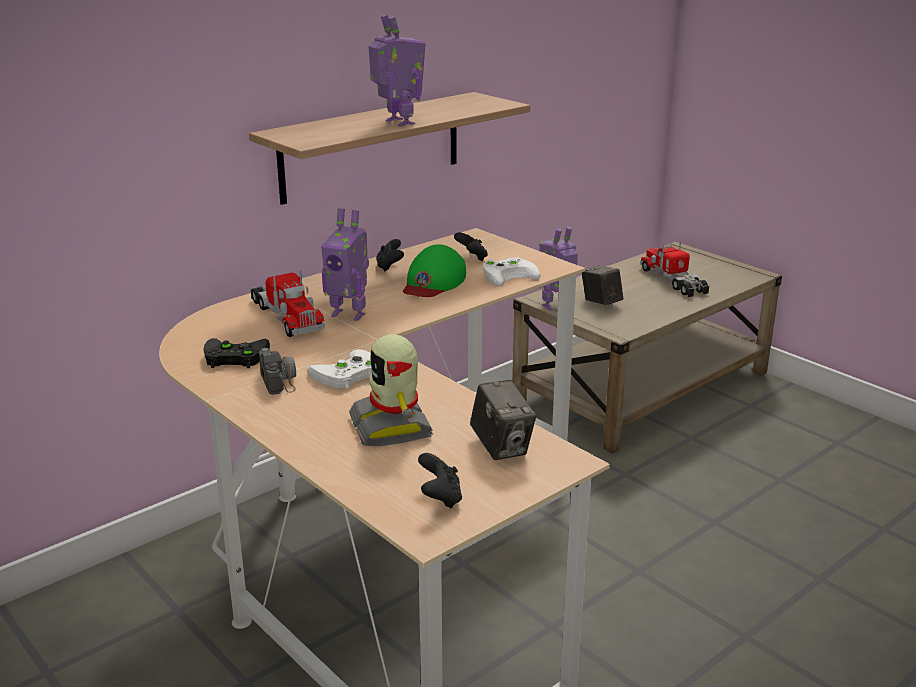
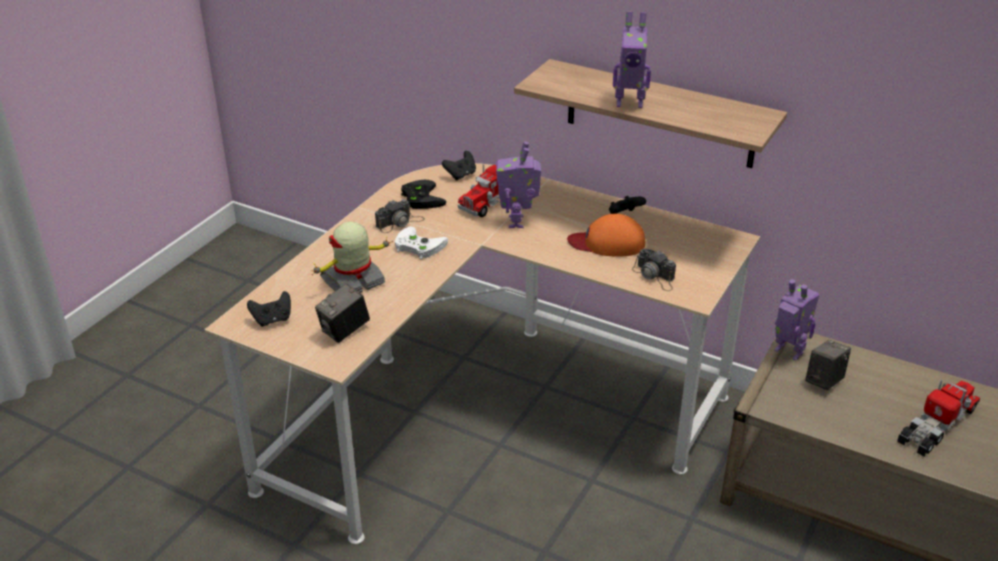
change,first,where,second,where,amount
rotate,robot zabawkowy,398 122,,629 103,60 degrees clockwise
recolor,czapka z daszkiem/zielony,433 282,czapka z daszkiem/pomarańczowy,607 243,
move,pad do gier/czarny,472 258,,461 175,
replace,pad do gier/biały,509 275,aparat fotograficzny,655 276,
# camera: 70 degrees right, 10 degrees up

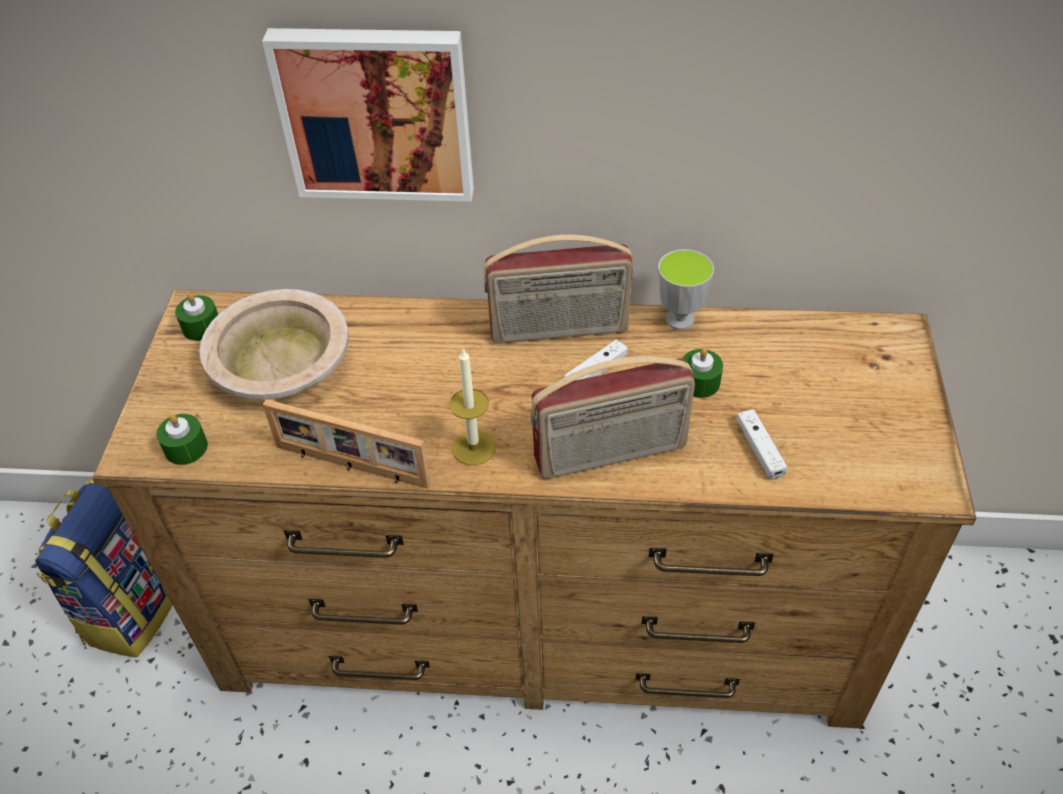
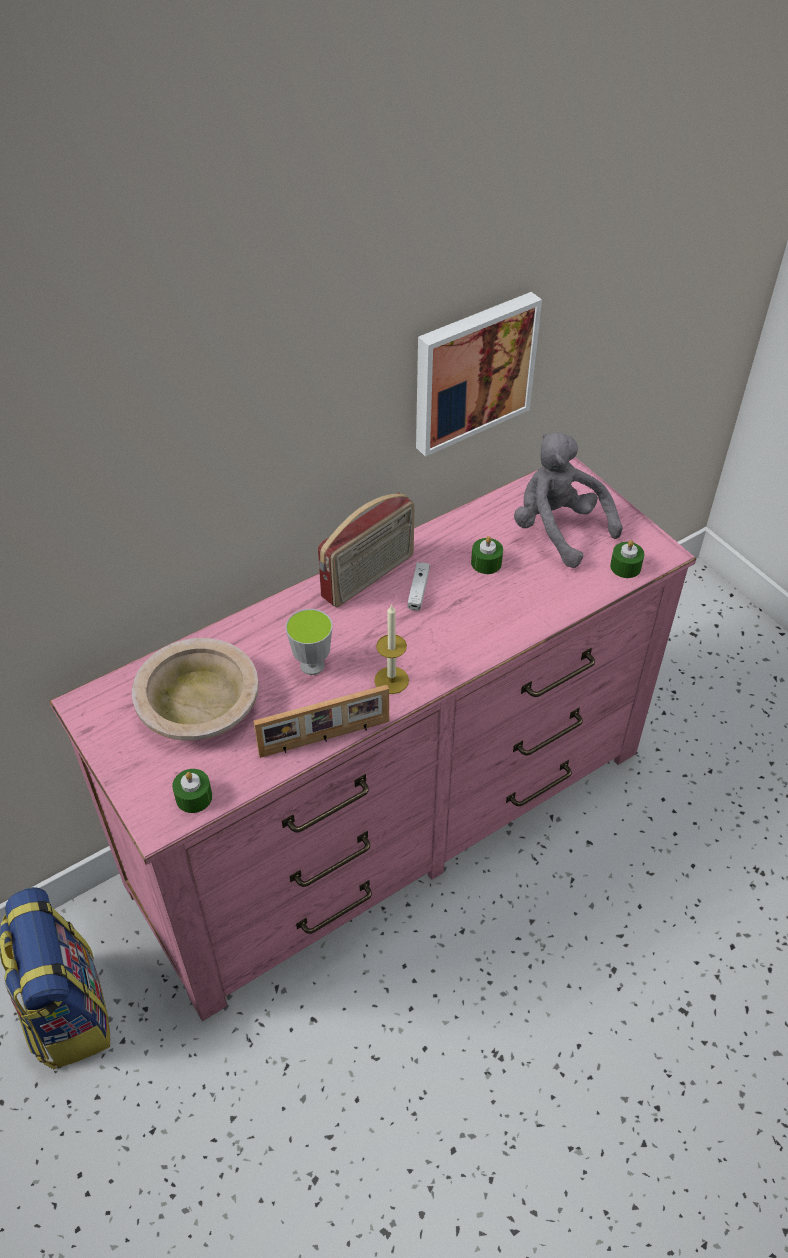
change,first,where,second,where,amount
recolor,komoda/brązowy,541 619,komoda/różowy,391 816,
move,świeca/zielony,201 327,,625 567,
move,obraz,376 112,,472 371,
delete,radio,611 454,,,
move,filiżanka,680 319,,312 665,
delete,pad do gier/biały,759 449,,,
insert,,,pluszak/szary,558 529,
# camera: 40 degrees left, 0 degrees up

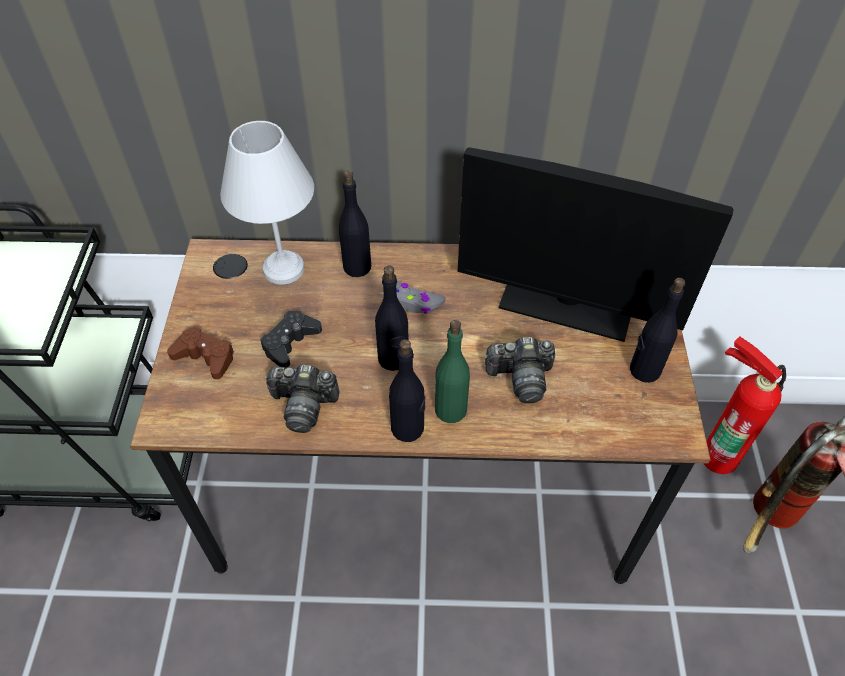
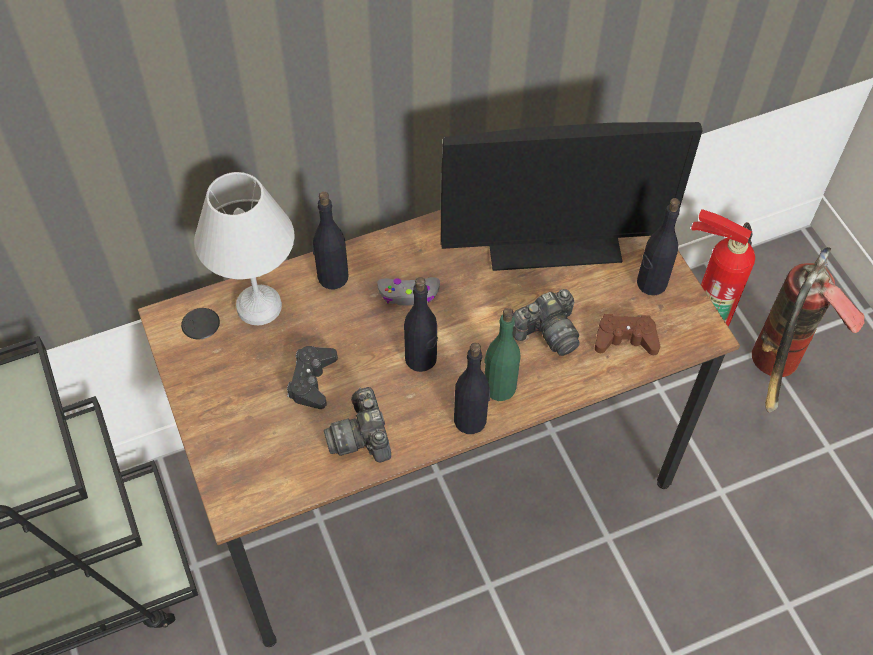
change,first,where,second,where,amount
move,pad do gier/brązowy,205 357,,625 339,
rotate,aparat fotograficzny,304 405,,361 436,90 degrees clockwise
# camera: 25 degrees left, 5 degrees up

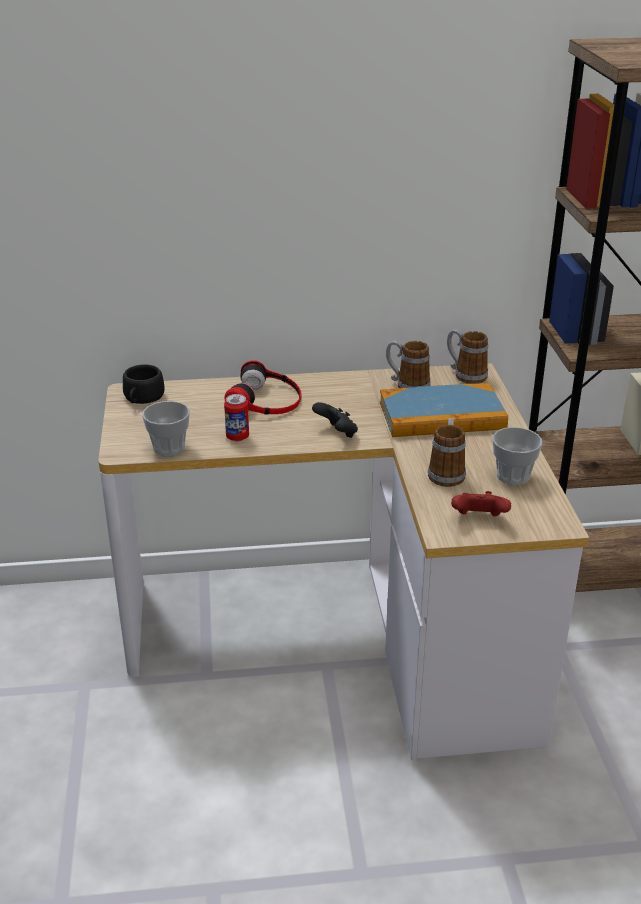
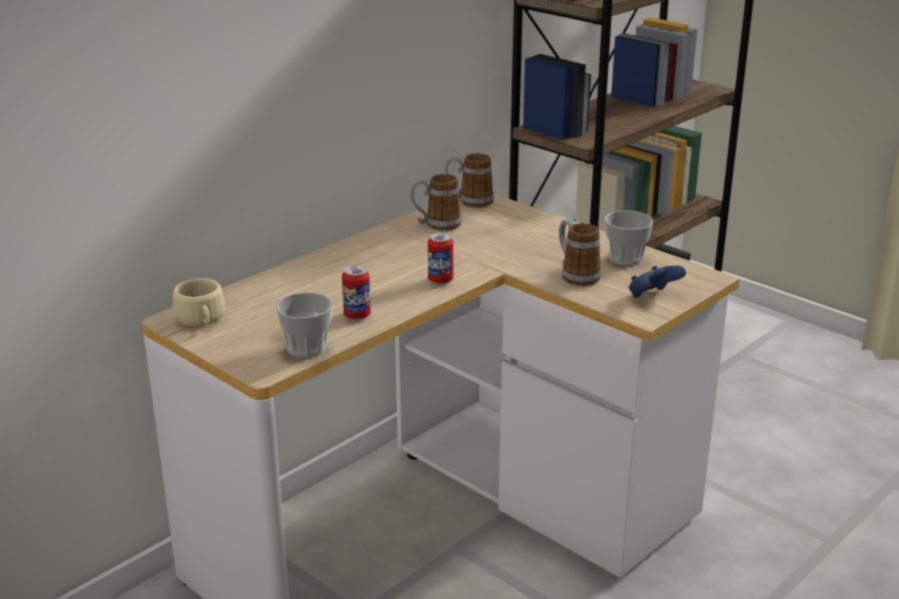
change,first,where,second,where,amount
recolor,filiżanka/czarny,142 398,filiżanka/beżowy,201 320,
delete,słuchawki,266 400,,,
replace,pad do gier/czarny,337 433,puszka,440 280,
delete,książka,441 416,,,
recolor,pad do gier/czerwony,478 519,pad do gier/niebieski,652 296,
# camera: 40 degrees left, 5 degrees down

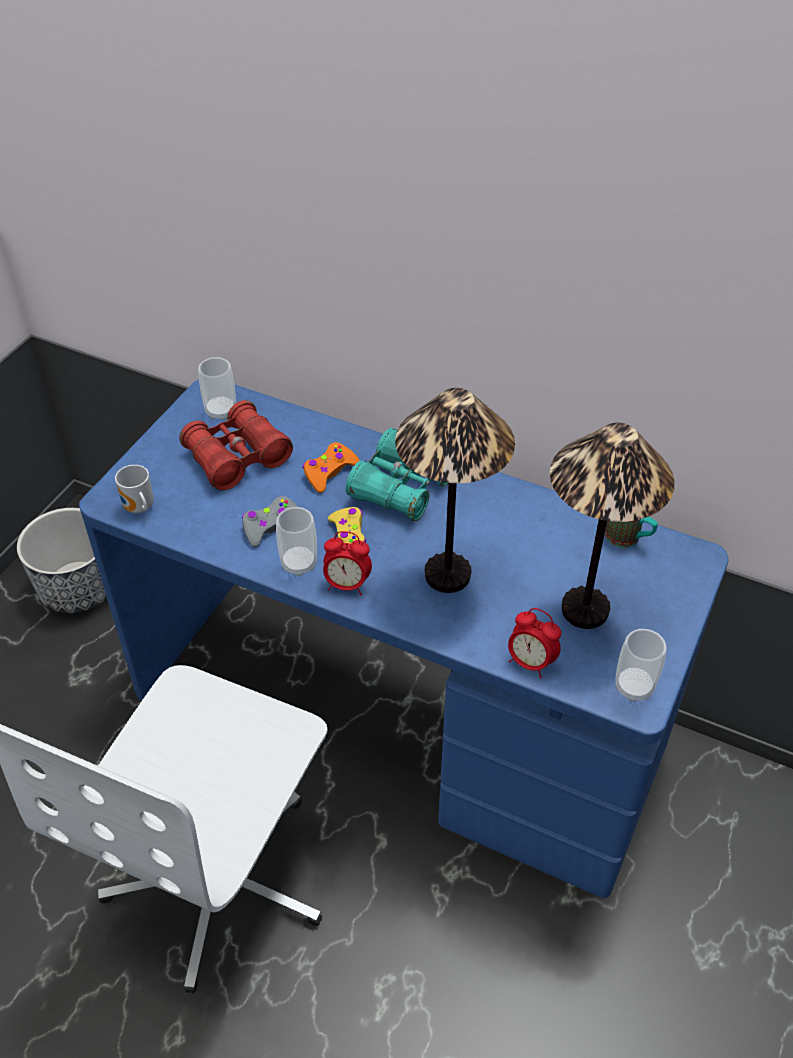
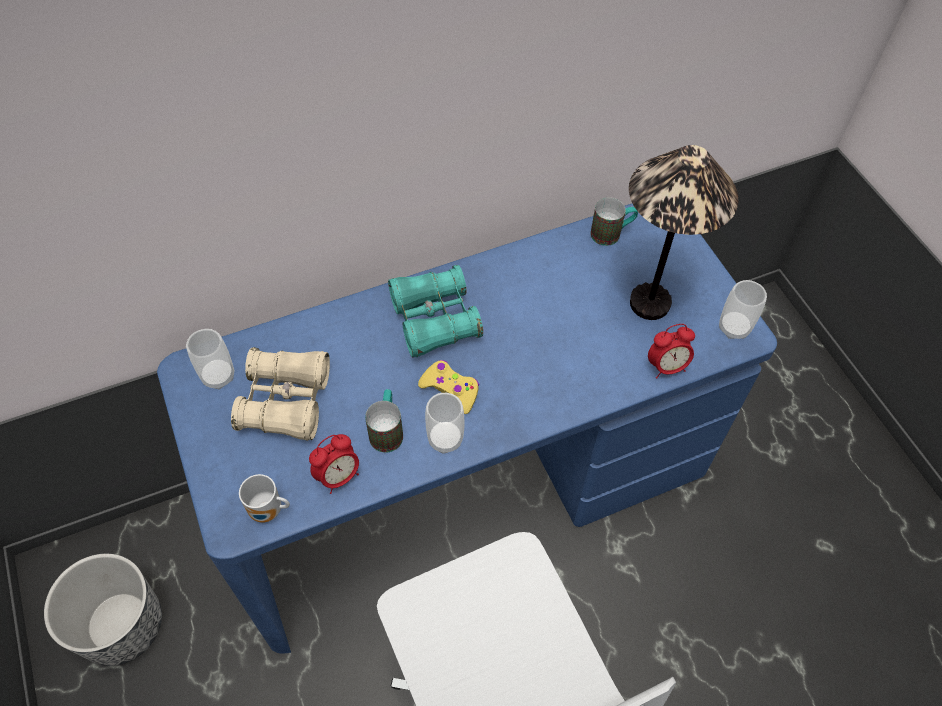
change,first,where,second,where,amount
recolor,lornetka/czerwony,237 457,lornetka/beżowy,286 401,
replace,pad do gier/szary,271 526,kubek,387 430,
delete,pad do gier/pomarańczowy,329 472,,,
move,budzik,347 585,,338 476,
delete,lampa stołowa,448 576,,,
# camera: 50 degrees left, 10 degrees up

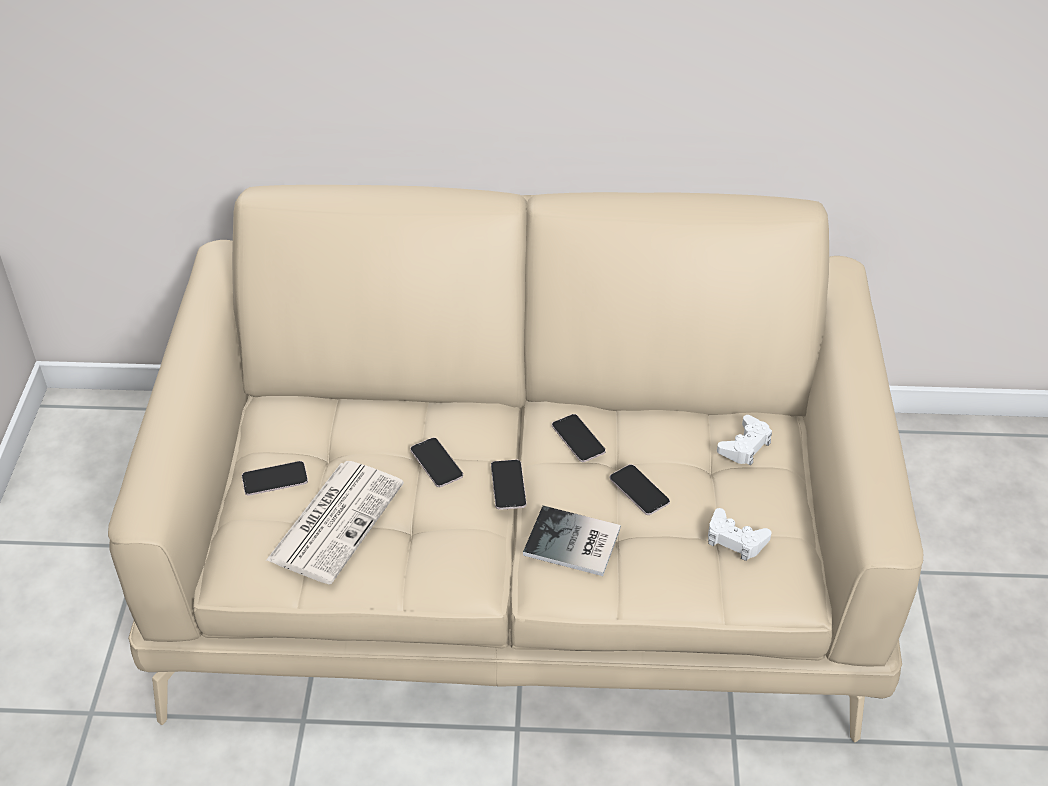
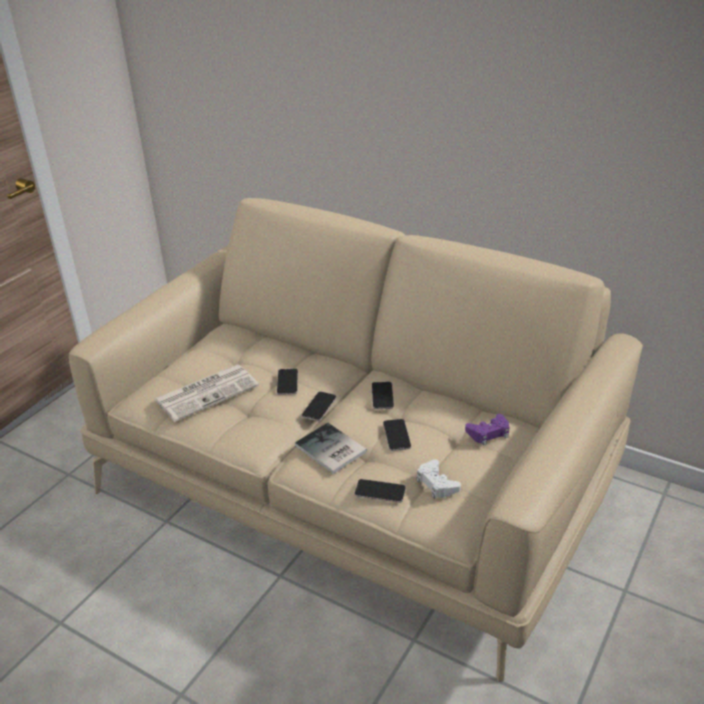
change,first,where,second,where,amount
move,telefon,275 479,,380 491,
recolor,pad do gier/biały,745 445,pad do gier/fioletowy,489 433,
# camera: 30 degrees right, 10 degrees down

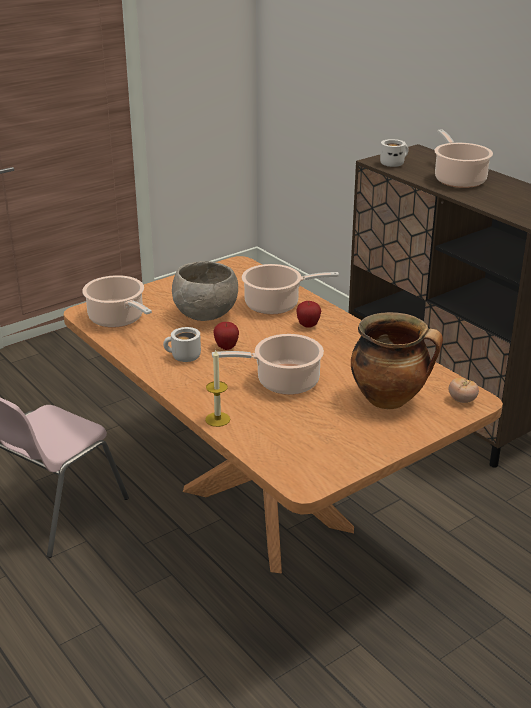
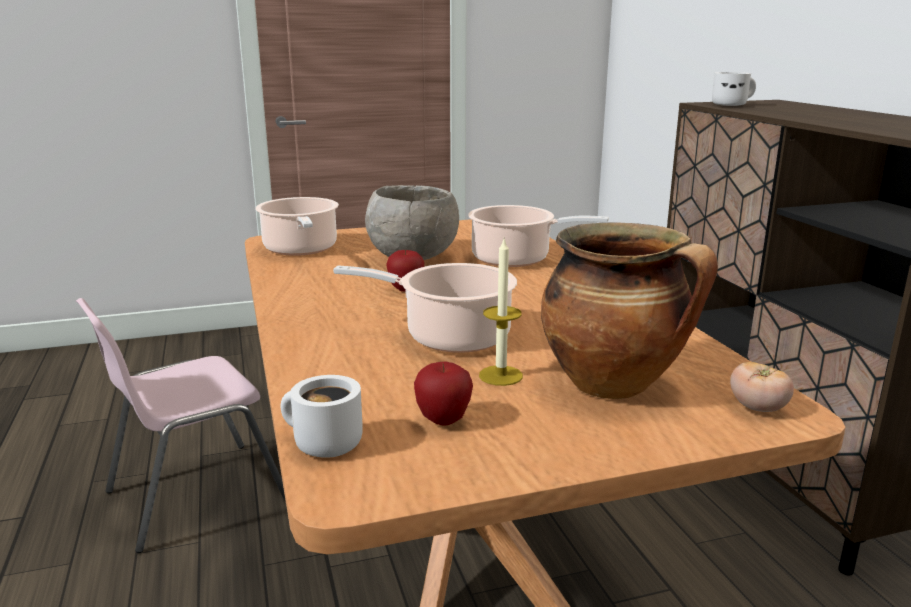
change,first,where,second,where,amount
move,kubek/biały,183 357,,321 445,
move,świeca,217 419,,500 375,
move,jabłko,308 326,,443 421,
delete,garnek,458 179,,,
# camera: 20 degrees right, 10 degrees down

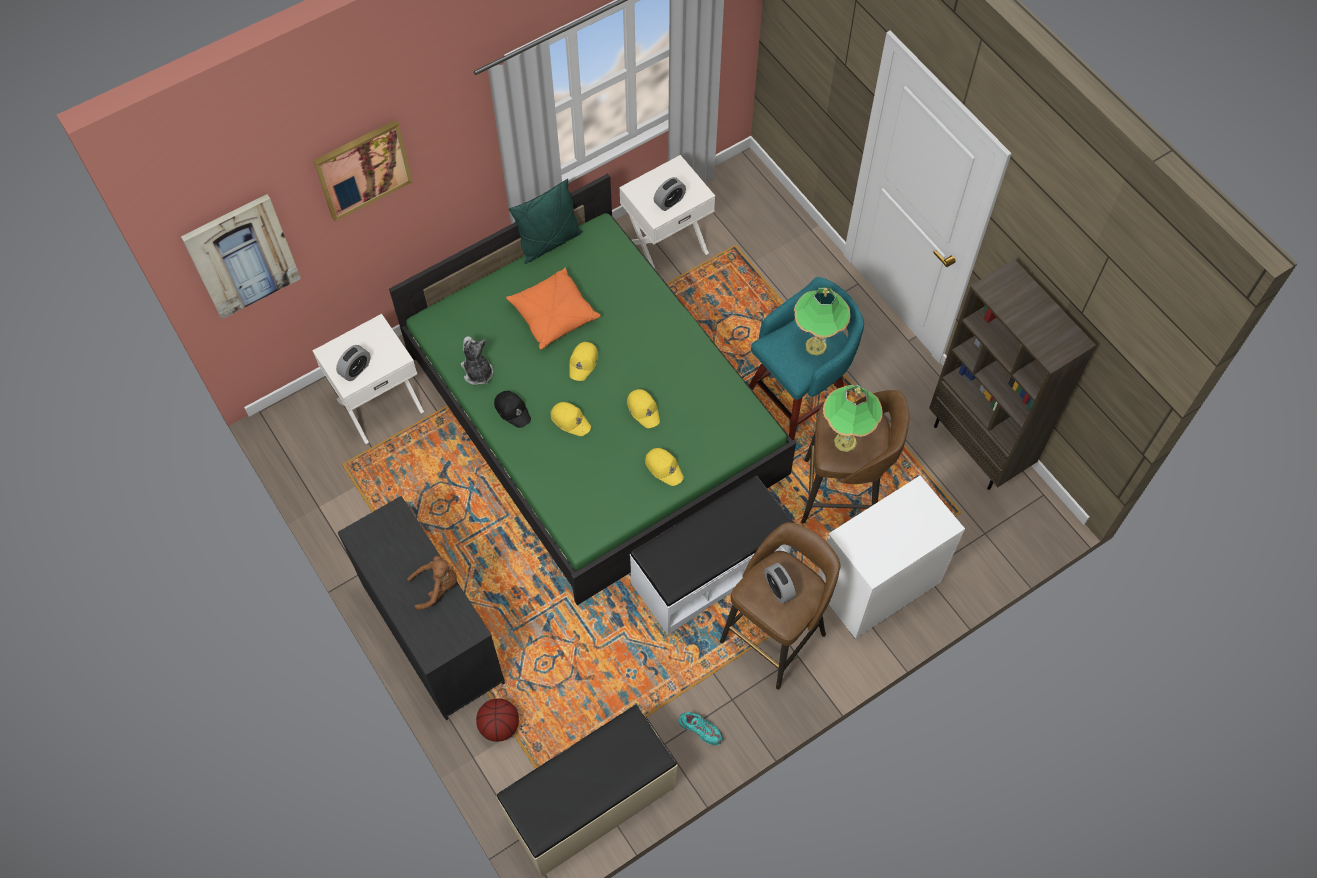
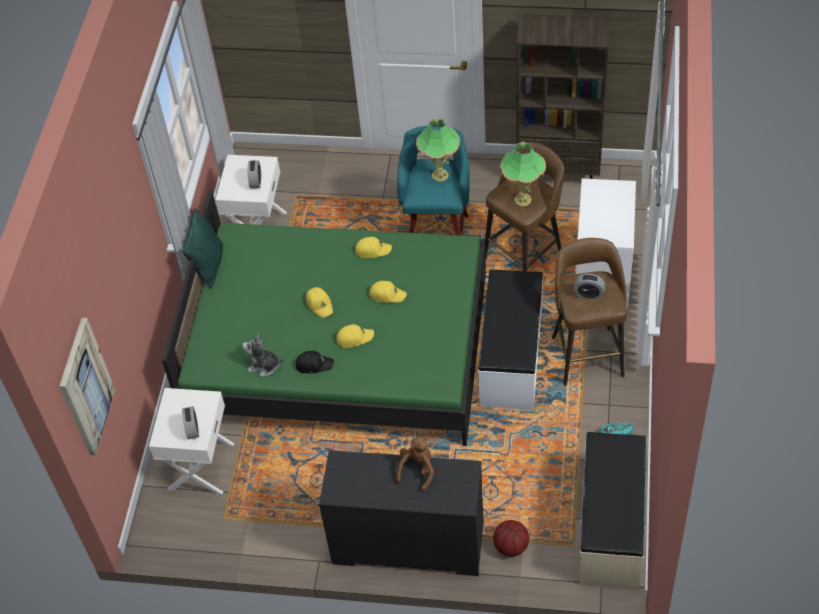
change,first,where,second,where,amount
delete,obraz,363 169,,,
delete,poduszka/pomarańczowy,553 315,,,
move,czapka z daszkiem/żółty,664 468,,372 250,
# camera: 45 degrees left, 10 degrees down

